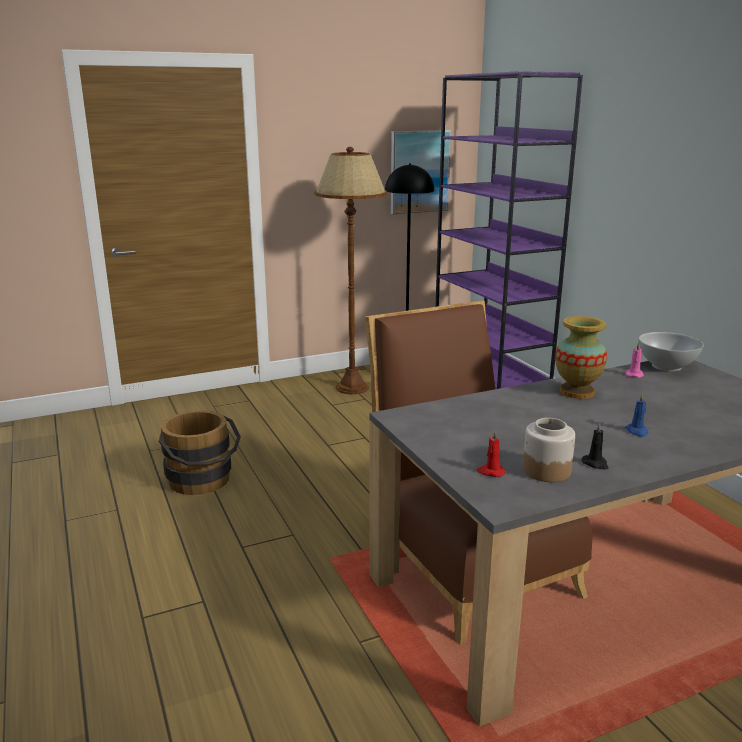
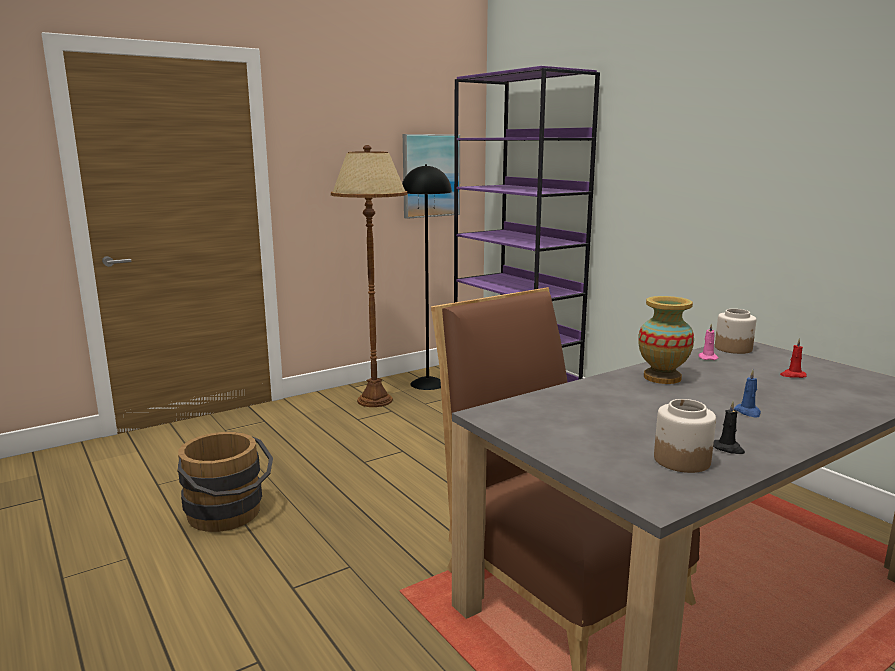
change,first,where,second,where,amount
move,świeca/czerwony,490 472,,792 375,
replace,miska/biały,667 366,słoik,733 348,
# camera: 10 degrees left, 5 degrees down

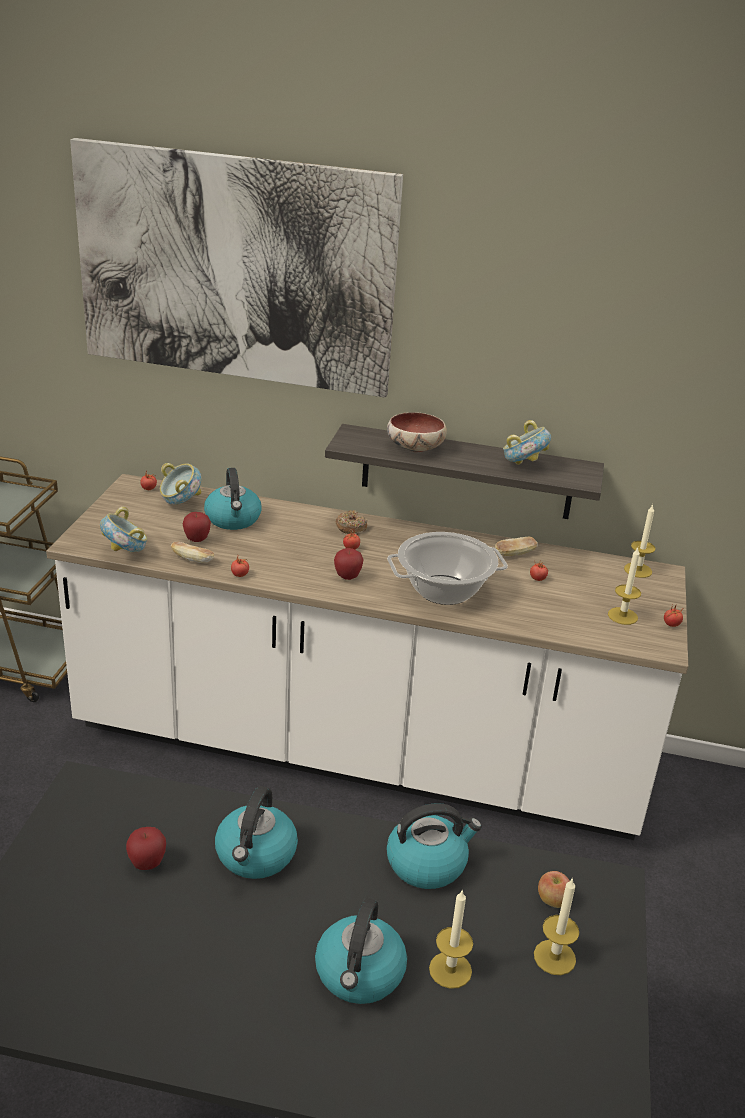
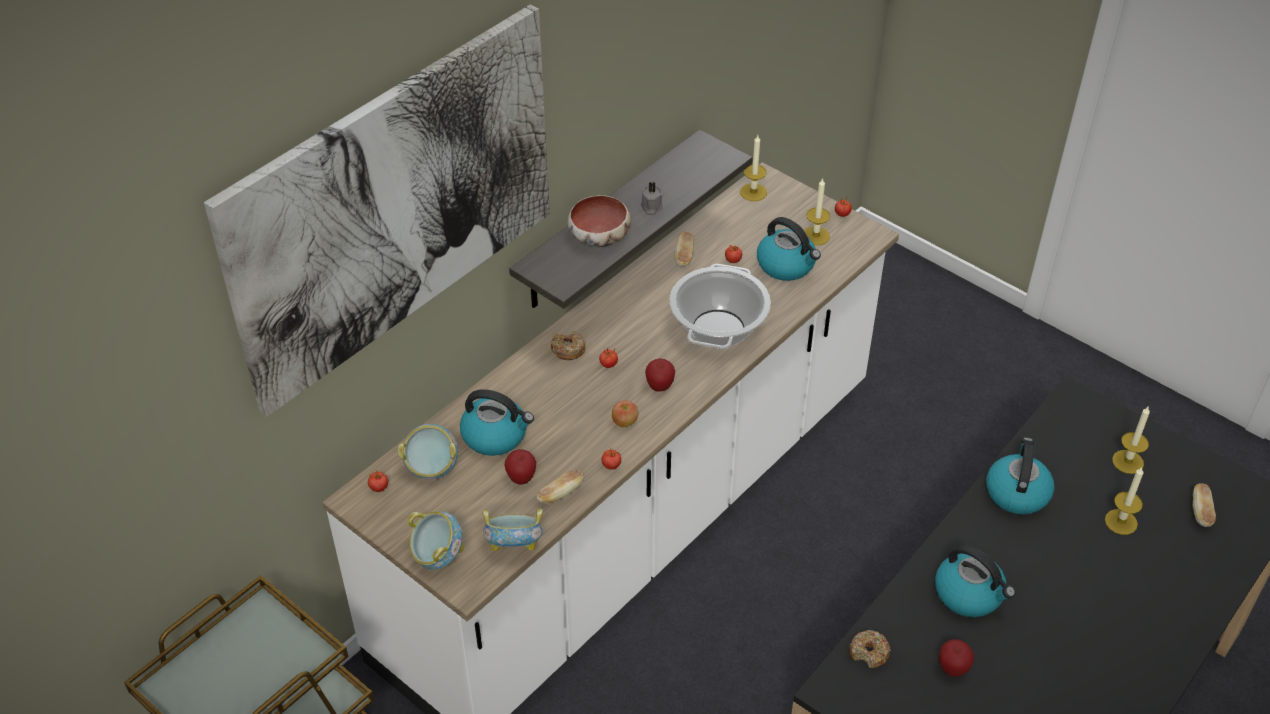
change,first,where,second,where,amount
move,czajnik,359 974,,787 265,
move,miska,523 465,,437 556,
move,jabłko,552 901,,625 423,
insert,,,świeca/szary,651 207,
insert,,,donut,869 653,
insert,,,chleb,1201 512,
# camera: 60 degrees left, 15 degrees up

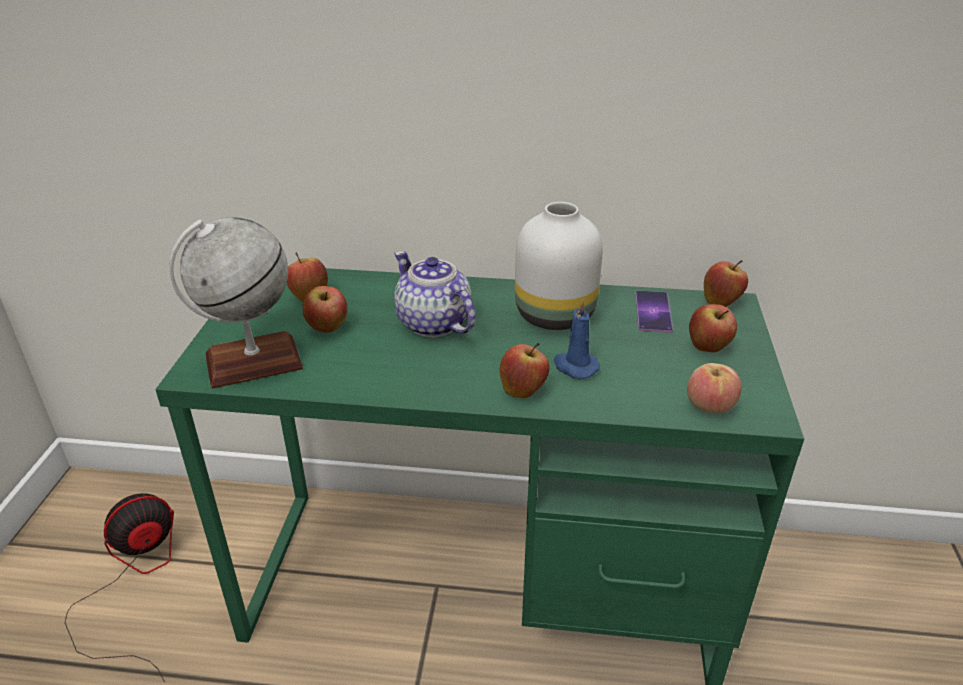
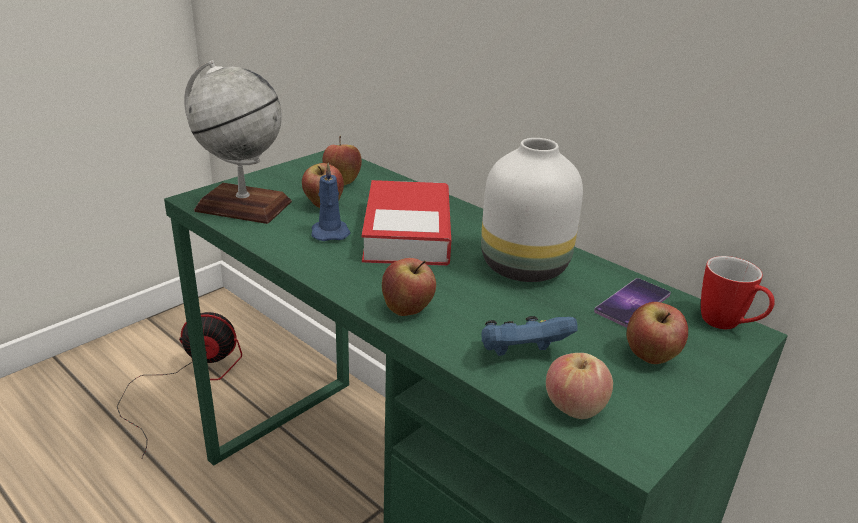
change,first,where,second,where,amount
replace,imbryk,434 324,książka,407 233,
move,świeca/niebieski,574 366,,329 232,
replace,jabłko,721 302,kubek,728 325,
insert,,,pad do gier/niebieski,521 354,
# camera: 35 degrees right, 5 degrees down

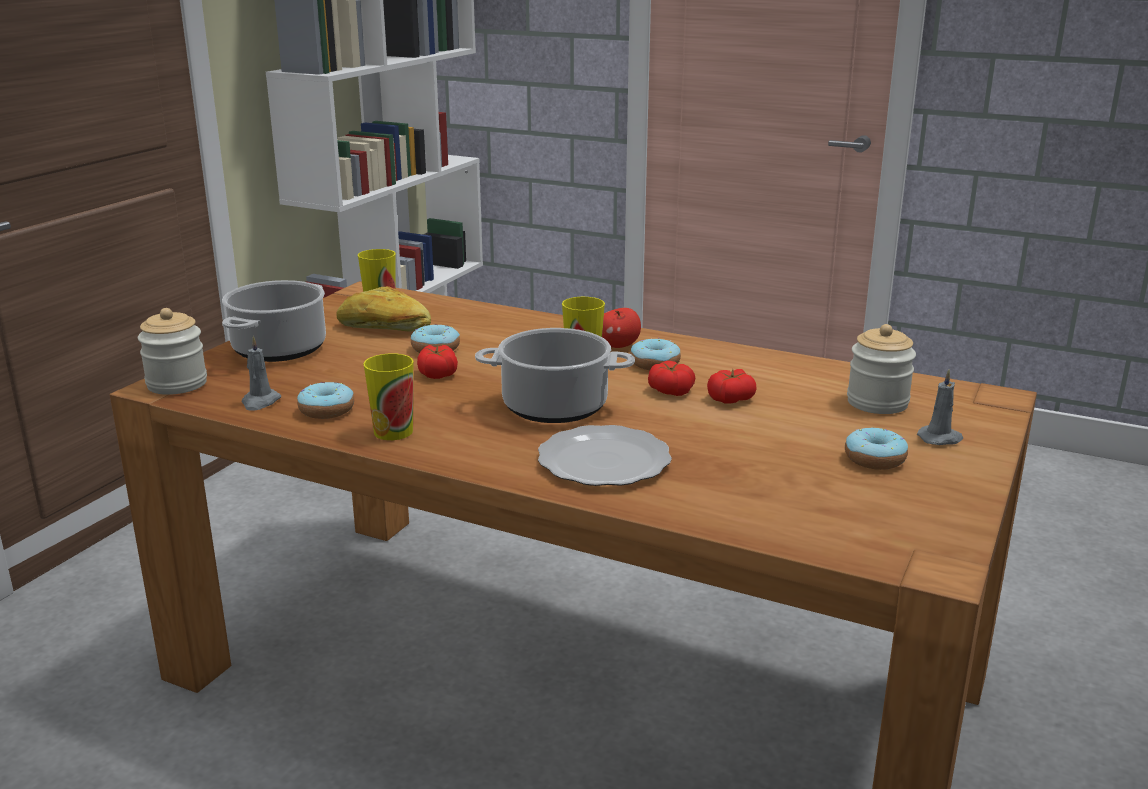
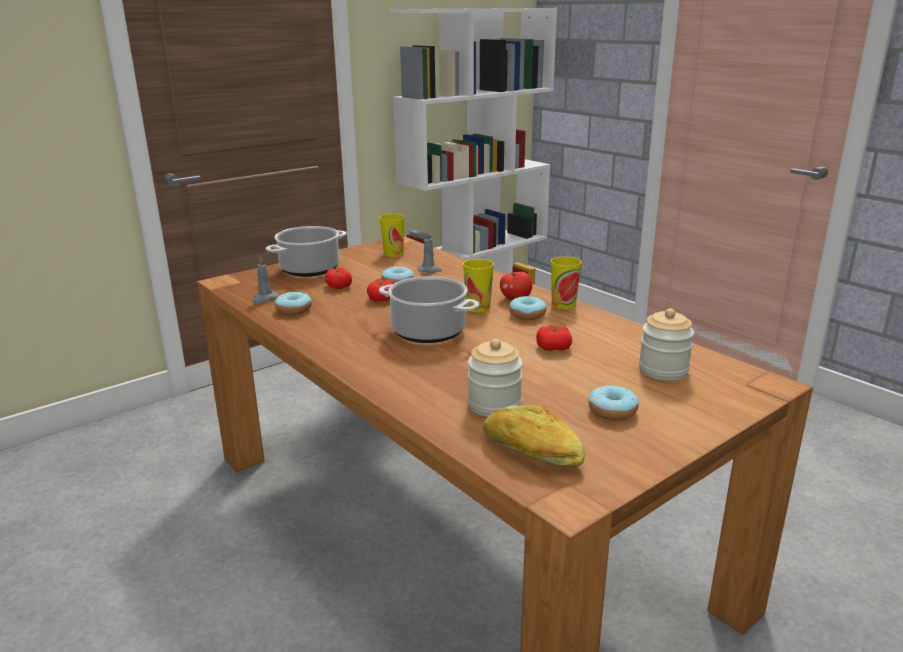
change,first,where,second,where,amount
move,słoik,177 384,,494 405,
move,chleb,384 328,,531 452,
move,filiżanka,393 432,,563 305,
delete,talerz,602 460,,,
move,pomidor,670 391,,338 286,
move,świeca/szary,940 439,,430 270,
# camera: 25 degrees right, 0 degrees up

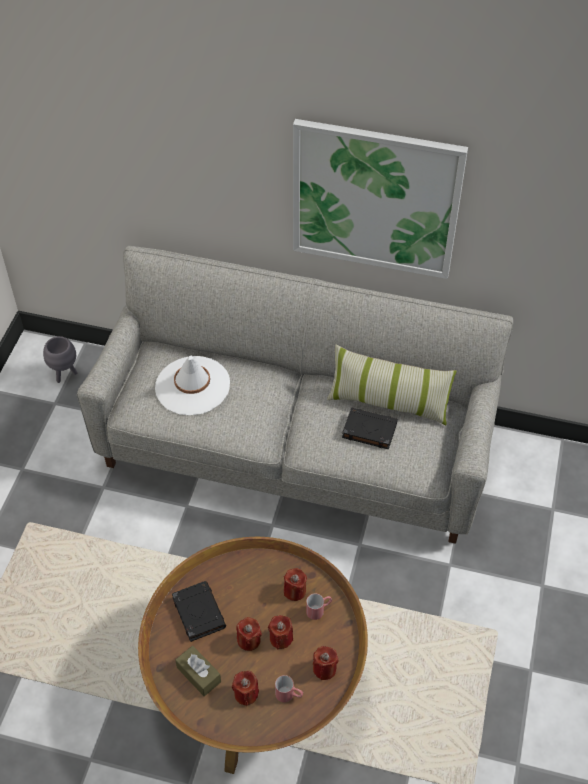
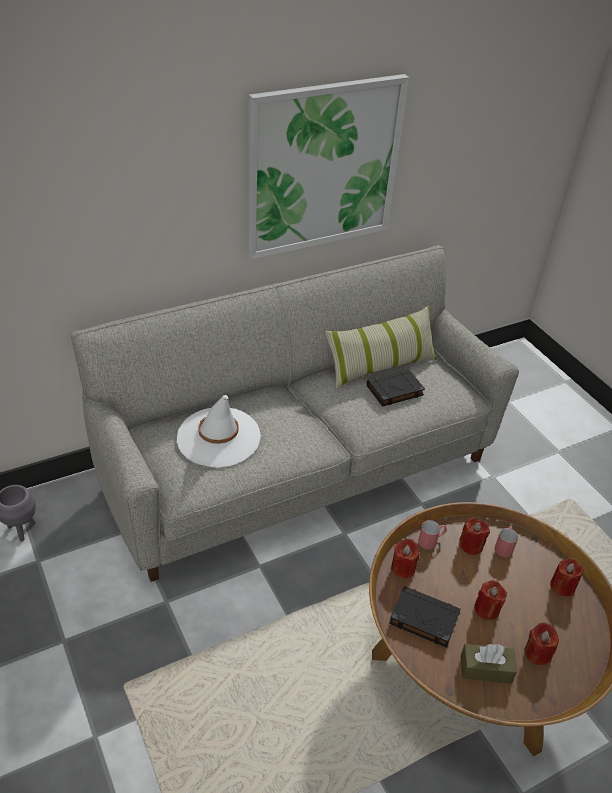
change,first,where,second,where,amount
move,świeca/czerwony,281 638,,403 568,
move,kubek/czerwony,289 695,,431 541,
# camera: 45 degrees left, 10 degrees down

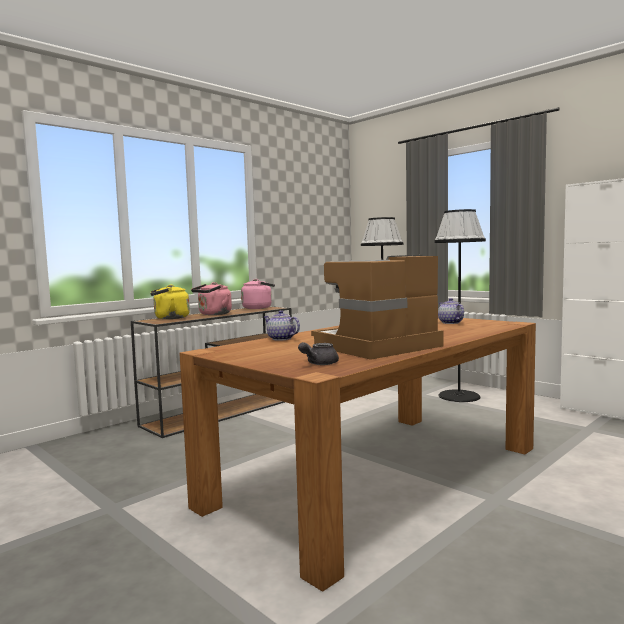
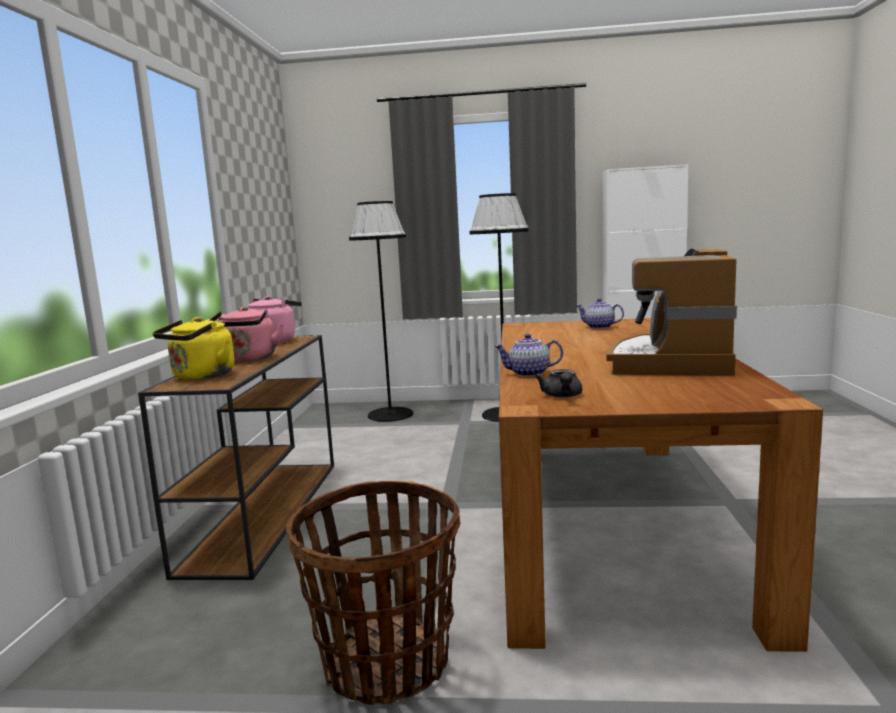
change,first,where,second,where,amount
move,imbryk/szary,318 364,,562 396,
insert,,,koszyk,386 664,
# camera: 40 degrees left, 5 degrees up

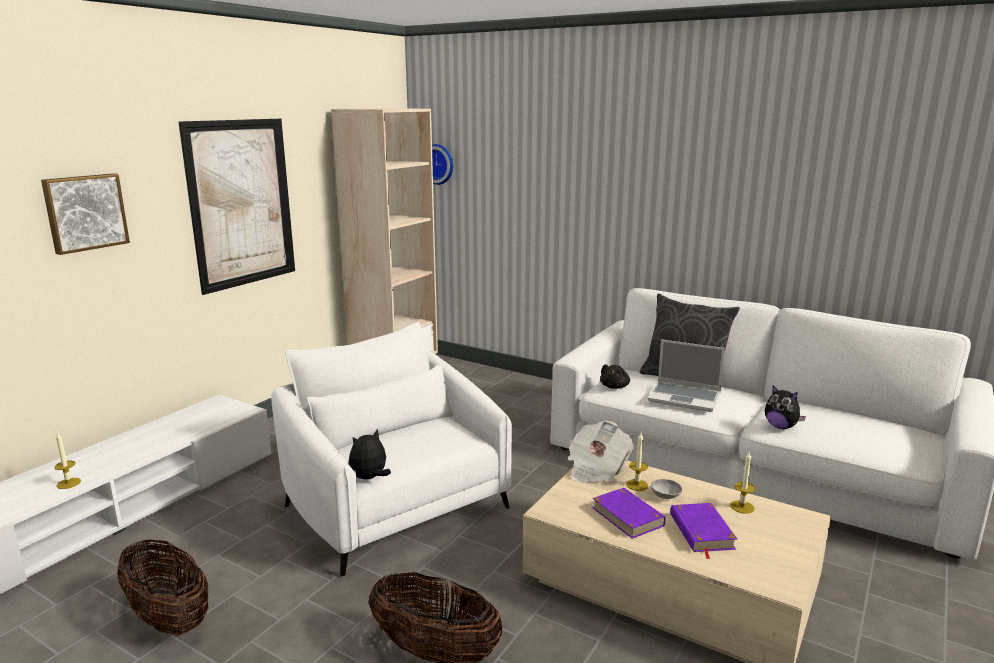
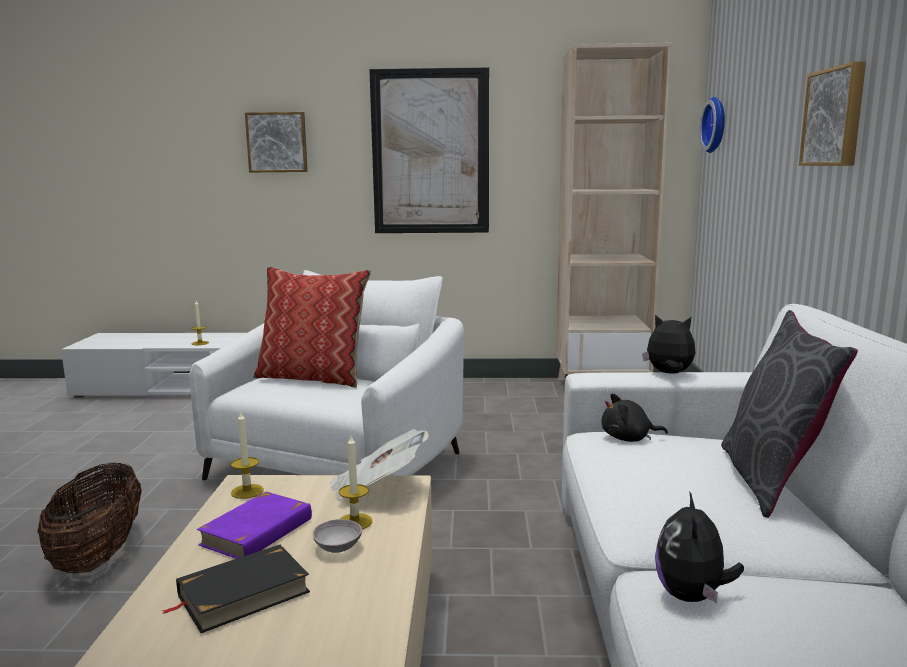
change,first,where,second,where,amount
delete,koszyk,169 618,,,
move,pluszak,370 478,,669 373,
delete,laptop,685 398,,,
recolor,książka/fioletowy,701 532,książka/czarny,243 594,
move,świeca,742 507,,247 491,
insert,,,poduszka,313 378,
insert,,,obraz,835 117,
# camera: 60 degrees right, 5 degrees down

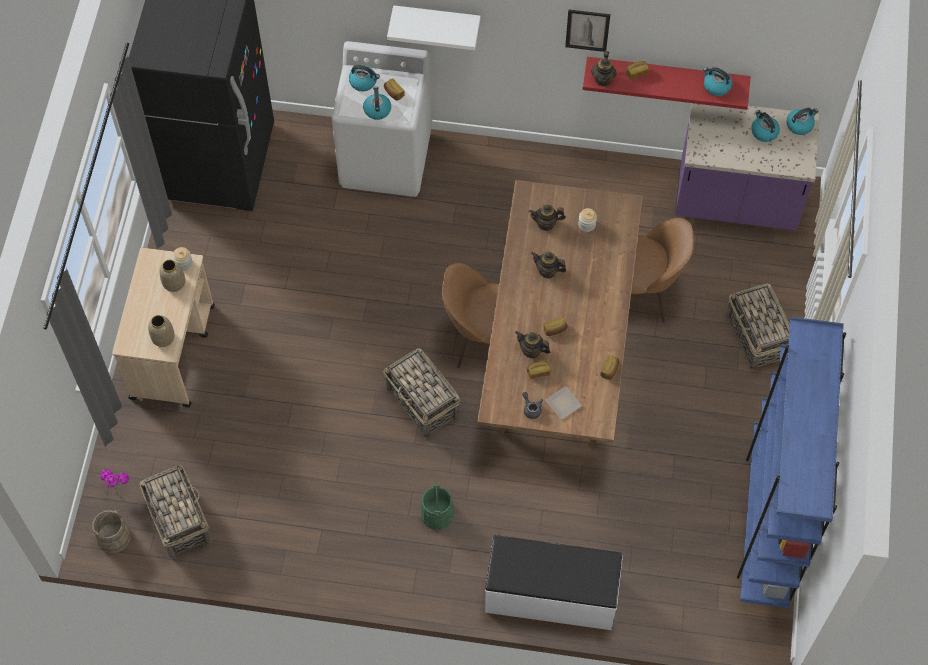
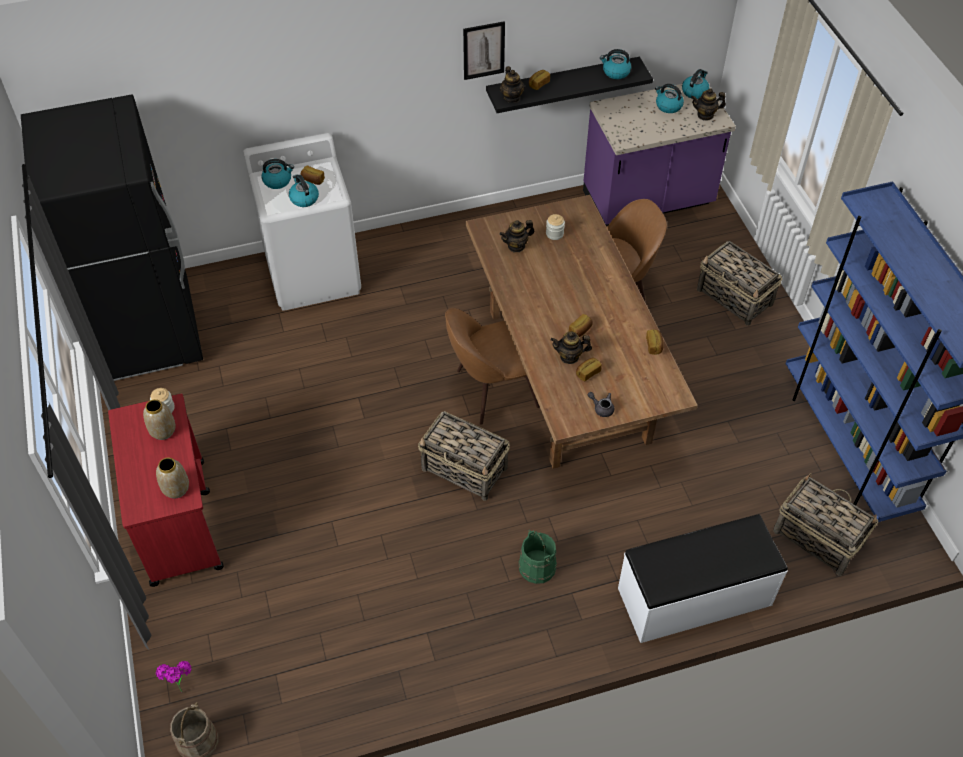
change,first,where,second,where,amount
recolor,wózek/beżowy,173 351,wózek/czerwony,178 520,
move,koszyk,179 519,,817 537,
delete,półka/biały,437 20,,,
move,imbryk,547 271,,705 115,
delete,talerz,563 405,,,
recolor,półka/czerwony,666 75,półka/czarny,562 83,
# camera: 25 degrees left, 10 degrees down

